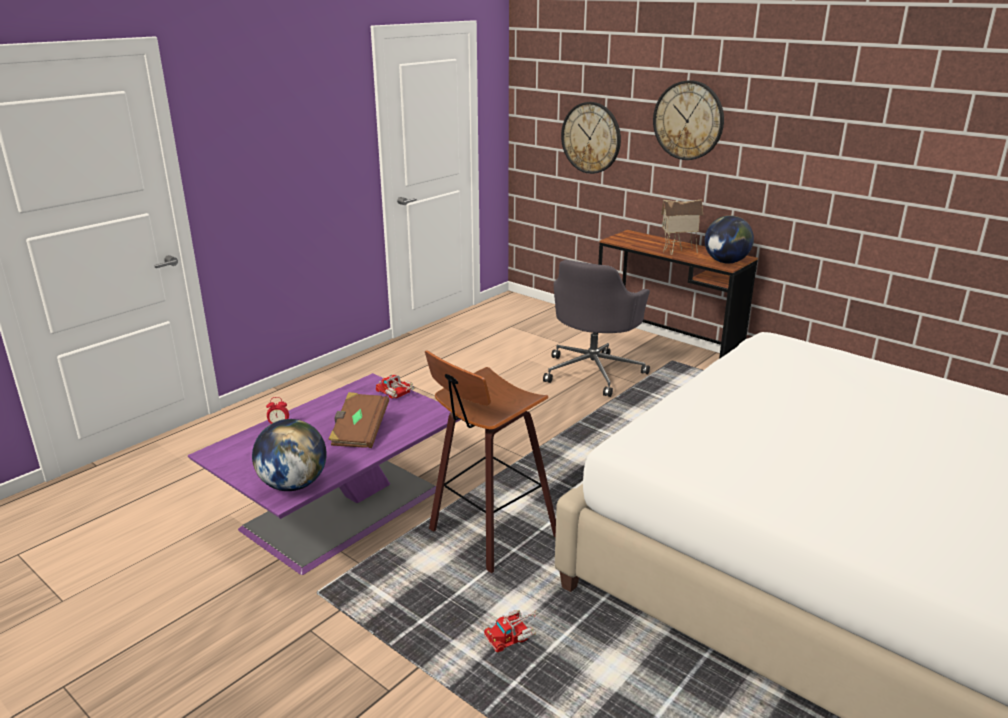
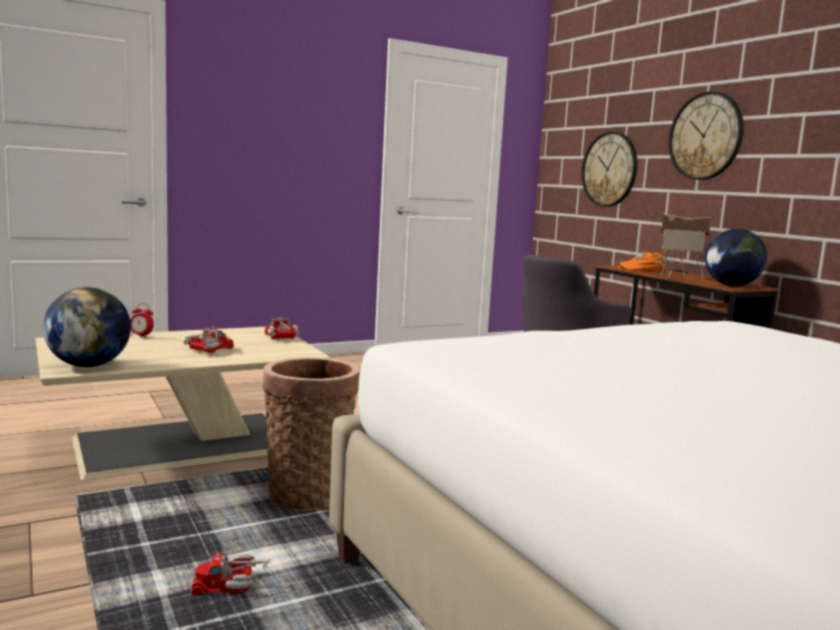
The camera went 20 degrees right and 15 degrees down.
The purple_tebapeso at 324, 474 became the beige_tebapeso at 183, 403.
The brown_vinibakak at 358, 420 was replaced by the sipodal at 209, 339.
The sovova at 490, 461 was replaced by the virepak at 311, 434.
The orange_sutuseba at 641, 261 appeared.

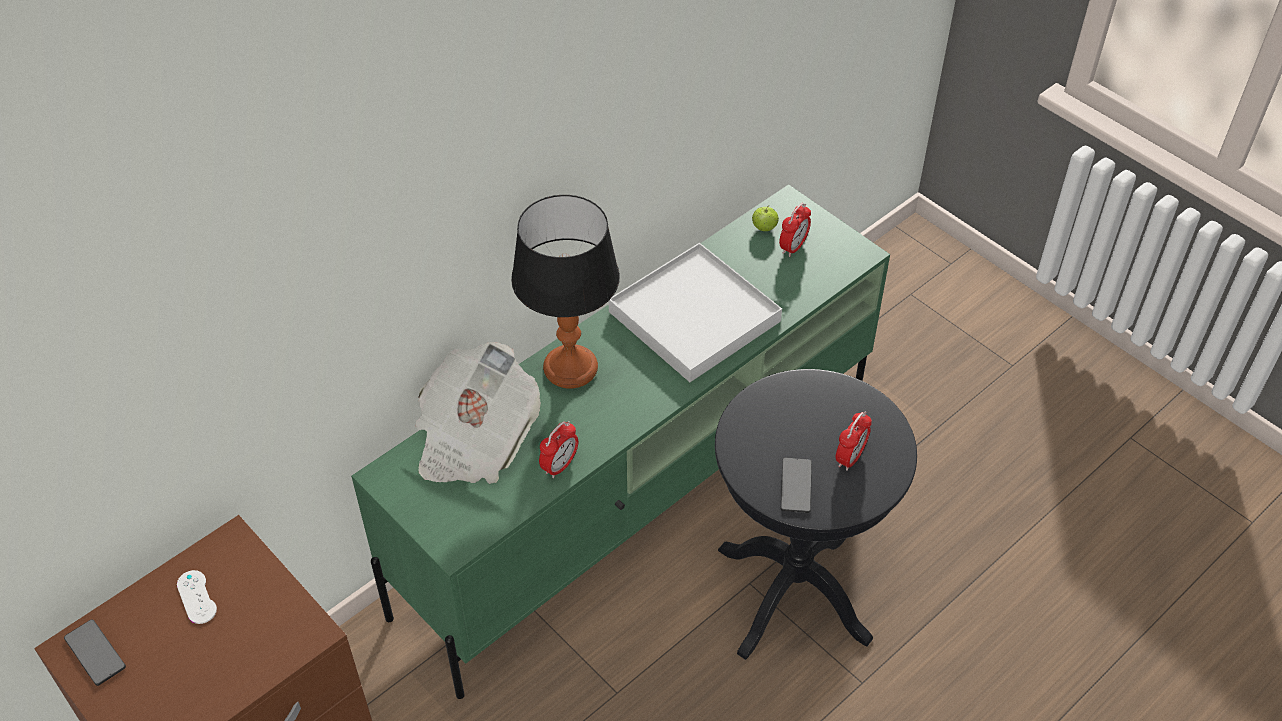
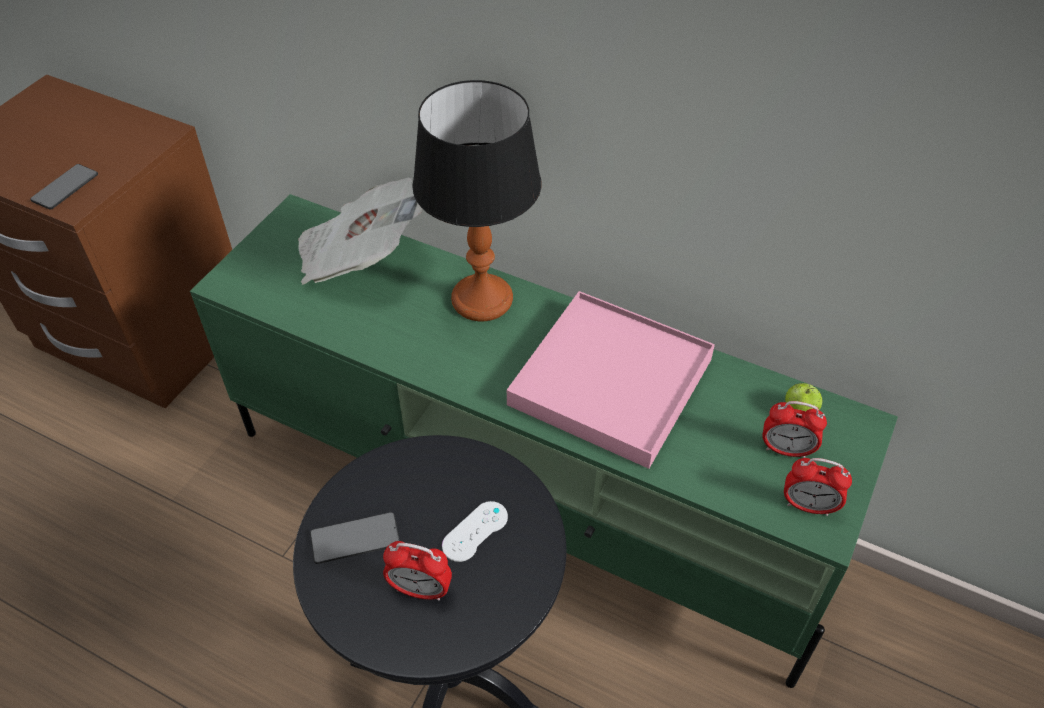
The camera went 70 degrees right and 0 degrees up.
The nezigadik moved from 95, 652 to 64, 187.
The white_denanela moved from 197, 597 to 475, 531.
The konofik moved from 558, 450 to 818, 487.
The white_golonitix at 695, 312 became the pink_golonitix at 611, 380.

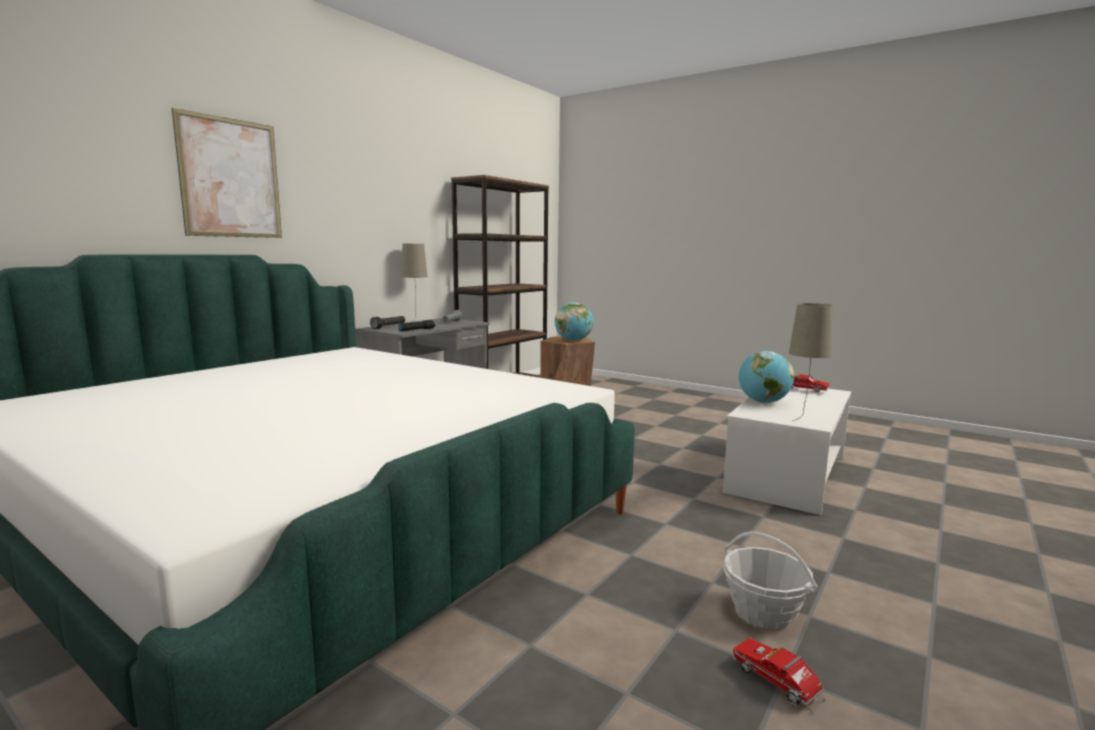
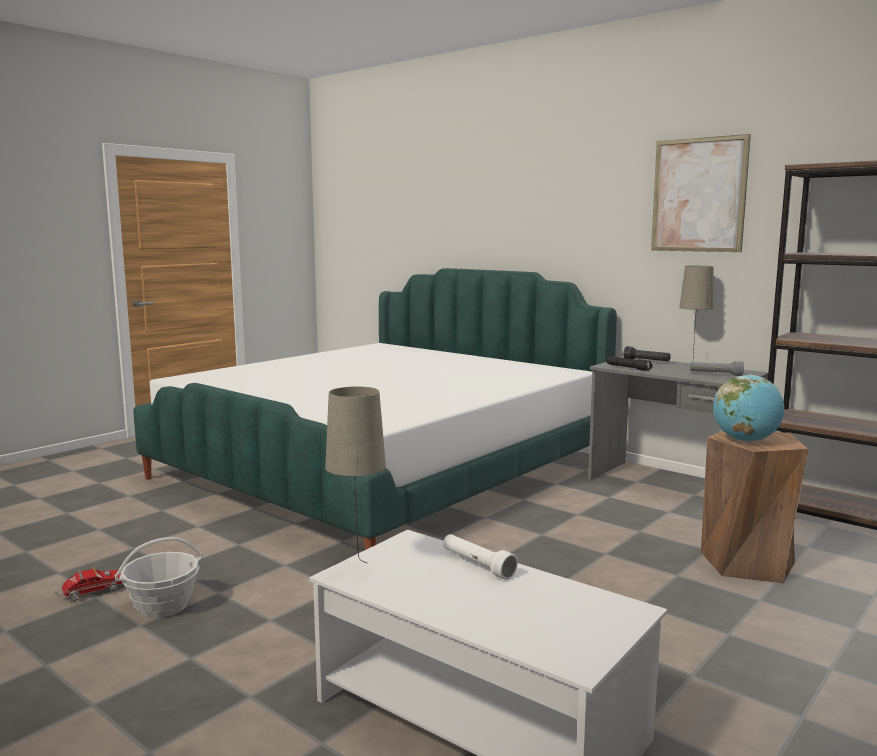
The camera went 95 degrees right and 0 degrees up.
The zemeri moved from 227, 173 to 701, 193.
The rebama at 766, 377 was replaced by the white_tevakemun at 480, 557.
The sipodal at 810, 382 disappeared.

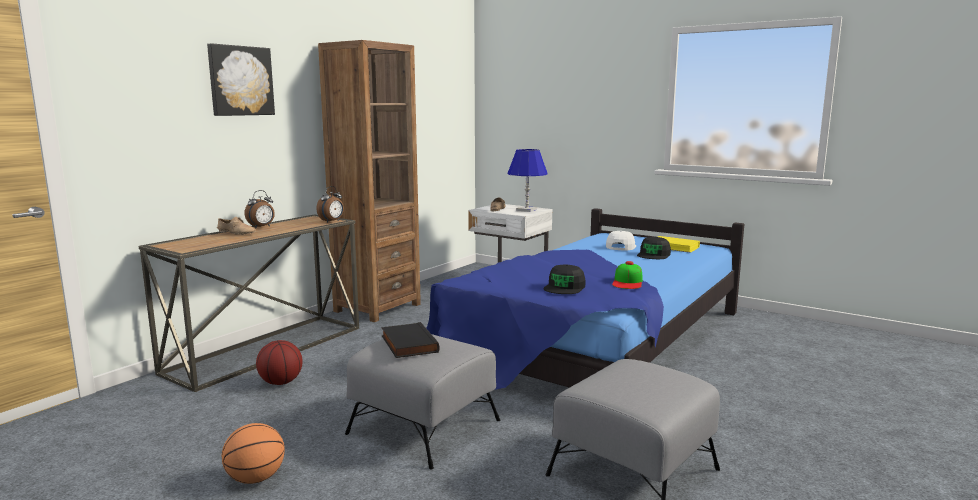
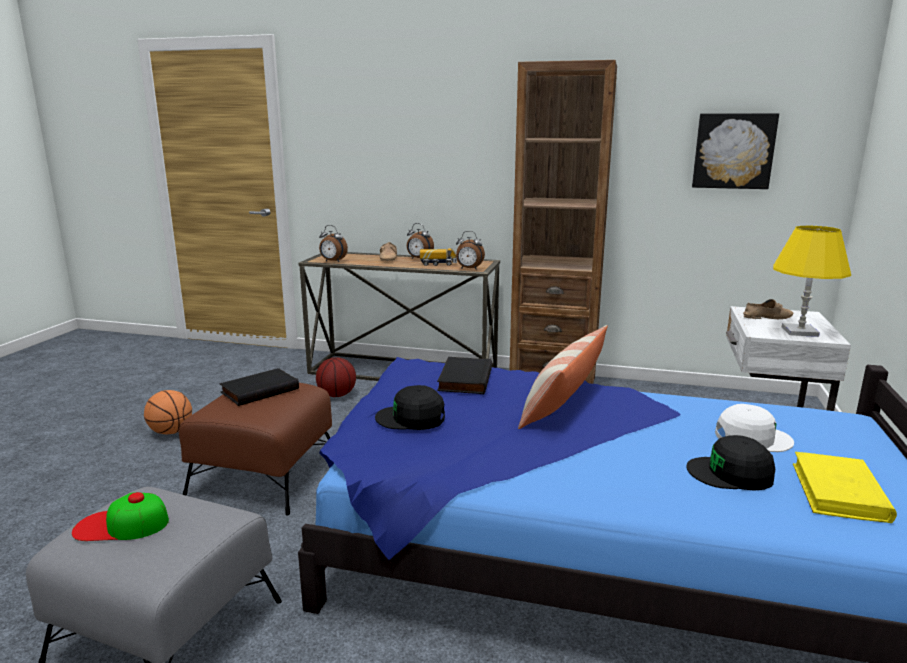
The camera went 70 degrees right and 5 degrees up.
The zemeri moved from 241, 79 to 735, 151.
The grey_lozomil at 422, 402 became the brown_lozomil at 255, 449.
The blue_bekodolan at 528, 180 became the yellow_bekodolan at 812, 281.
The sutuseba moved from 627, 275 to 120, 516.
The konofik at 333, 243 appeared.
The sipodal at 438, 257 appeared.
The black_vinibakak at 464, 375 appeared.
The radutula at 563, 377 appeared.

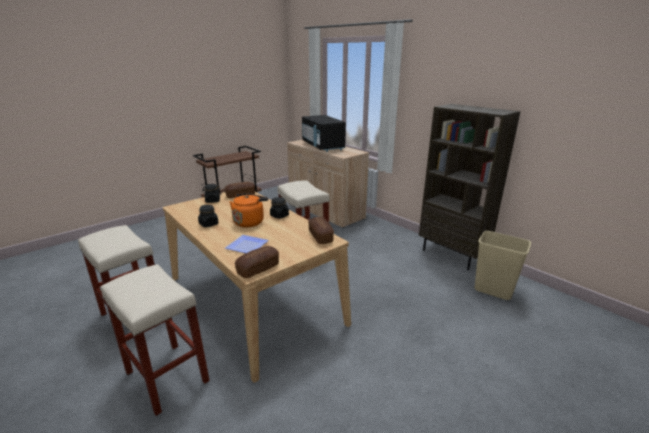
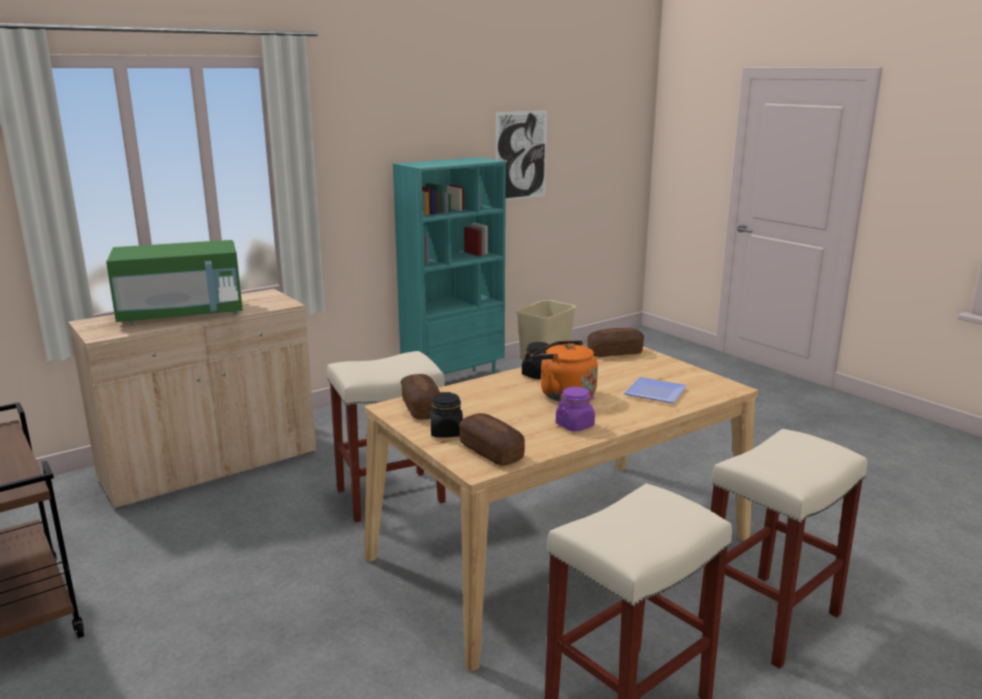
The camera went 85 degrees left and 5 degrees down.
The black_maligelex at 208, 216 became the purple_maligelex at 575, 409.
The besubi moved from 257, 262 to 492, 439.
The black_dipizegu at 324, 133 became the green_dipizegu at 174, 281.
The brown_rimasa at 470, 187 became the turquoise_rimasa at 449, 265.
The zemeri at 521, 155 appeared.

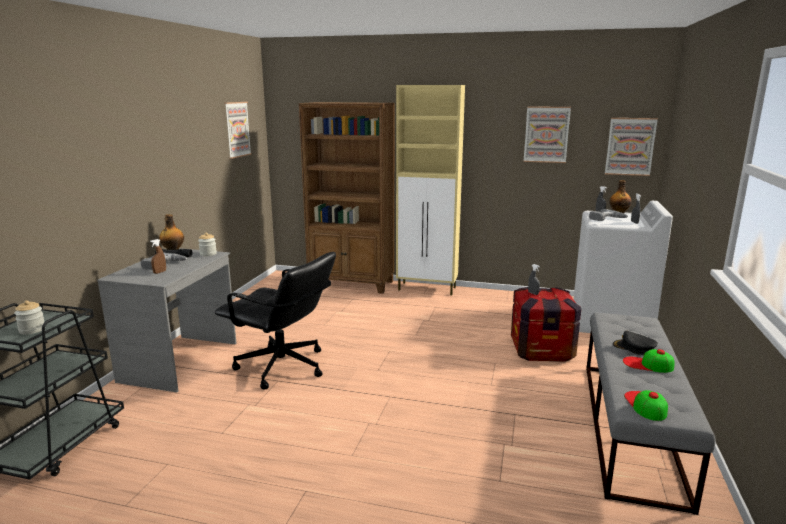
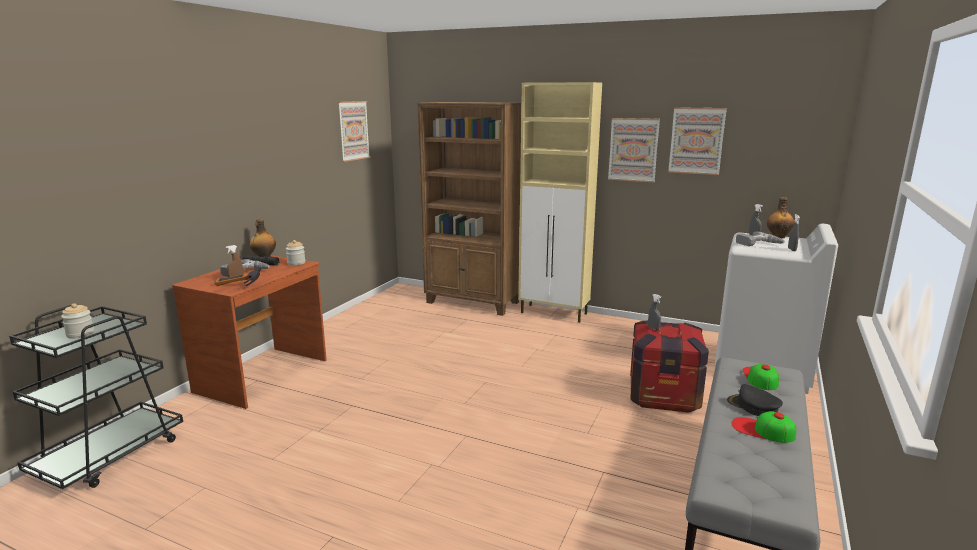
The camera went 10 degrees right and 0 degrees up.
The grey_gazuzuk at 167, 320 became the brown_gazuzuk at 249, 332.
The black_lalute at 275, 320 disappeared.
The zemeri moved from 631, 147 to 634, 150.
The sutuseba moved from 646, 405 to 761, 377.
The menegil at 238, 276 appeared.

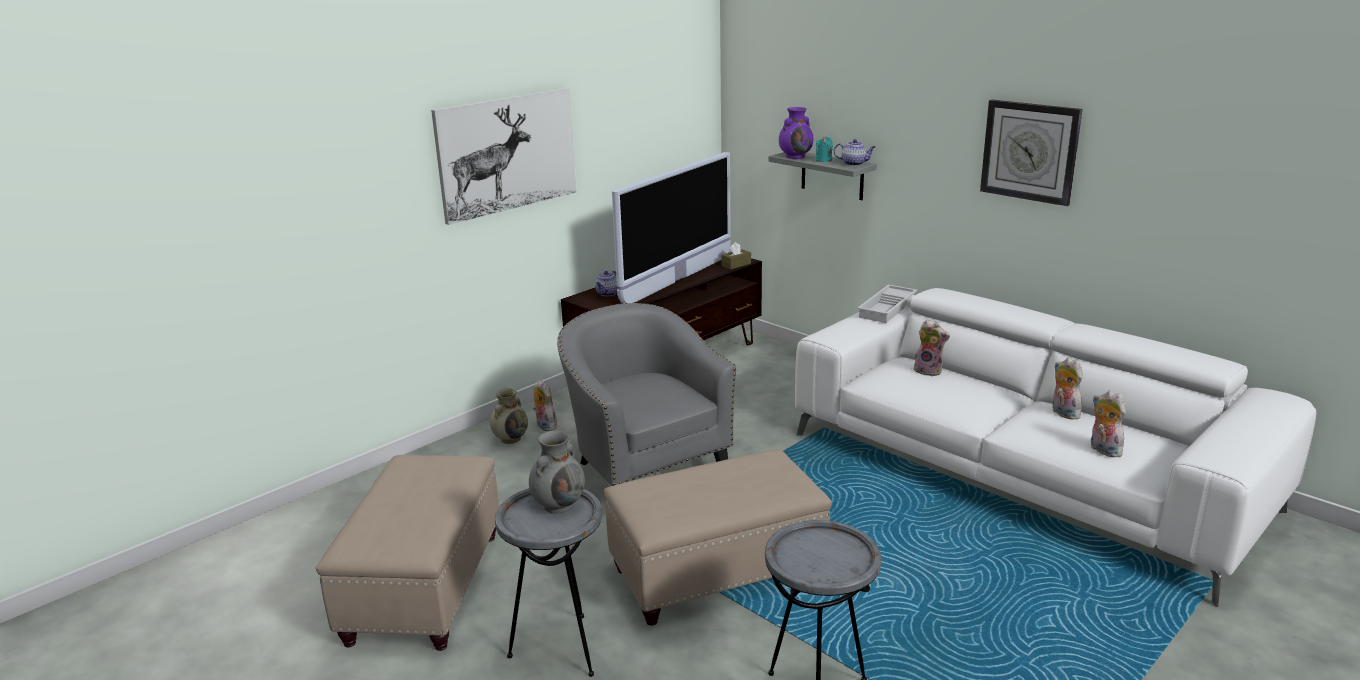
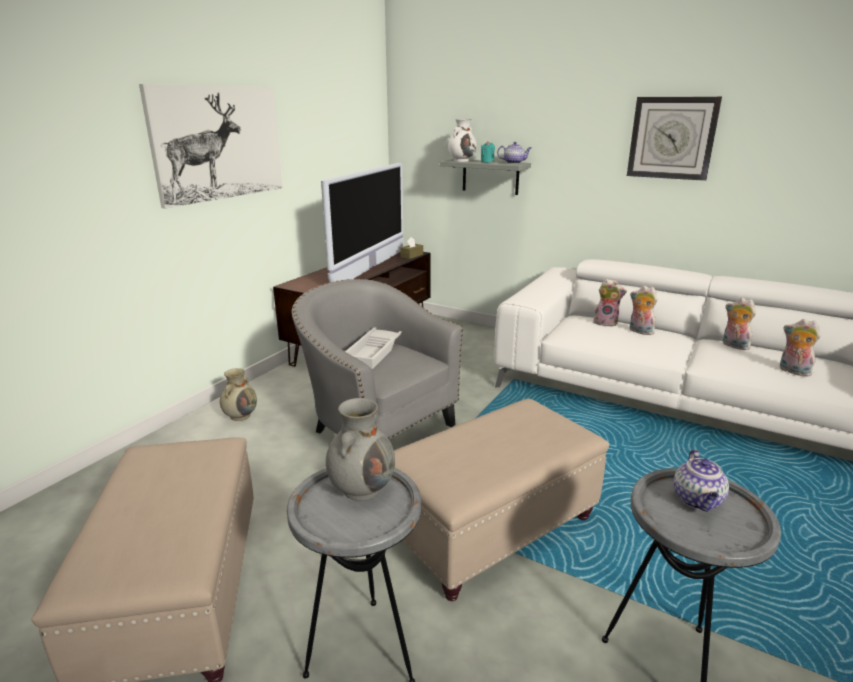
The camera went 15 degrees left and 0 degrees up.
The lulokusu moved from 545, 405 to 644, 310.
The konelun moved from 606, 283 to 701, 480.
The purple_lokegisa at 796, 133 became the white_lokegisa at 462, 140.
The white_golonitix moved from 887, 304 to 373, 348.

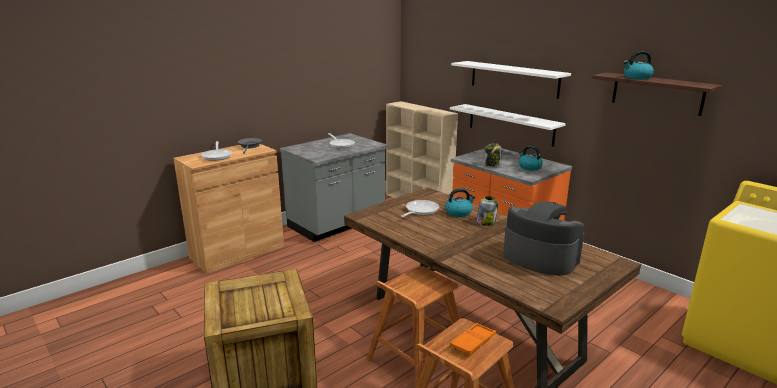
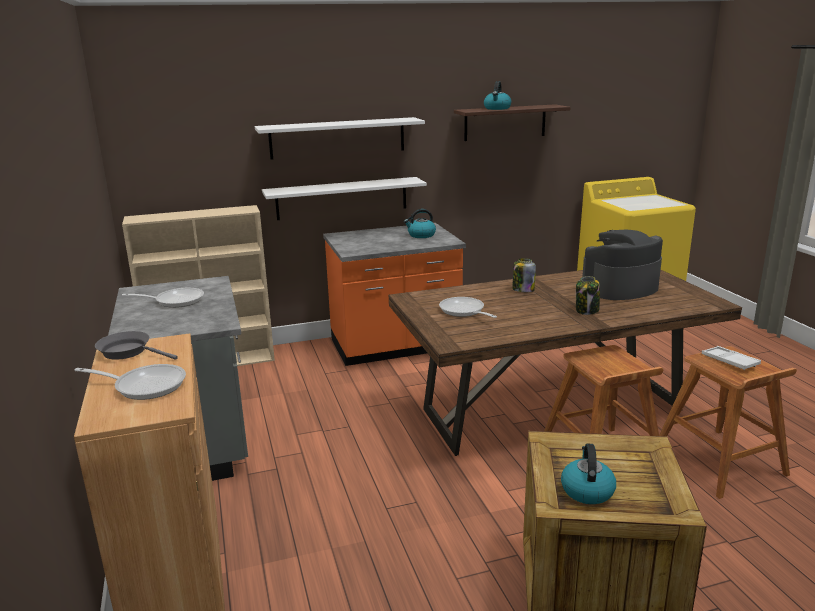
The camera went 65 degrees left and 0 degrees up.
The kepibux moved from 460, 202 to 588, 473.
The orange_golonitix at 473, 339 became the white_golonitix at 731, 358.
The maligelex moved from 493, 155 to 588, 295.

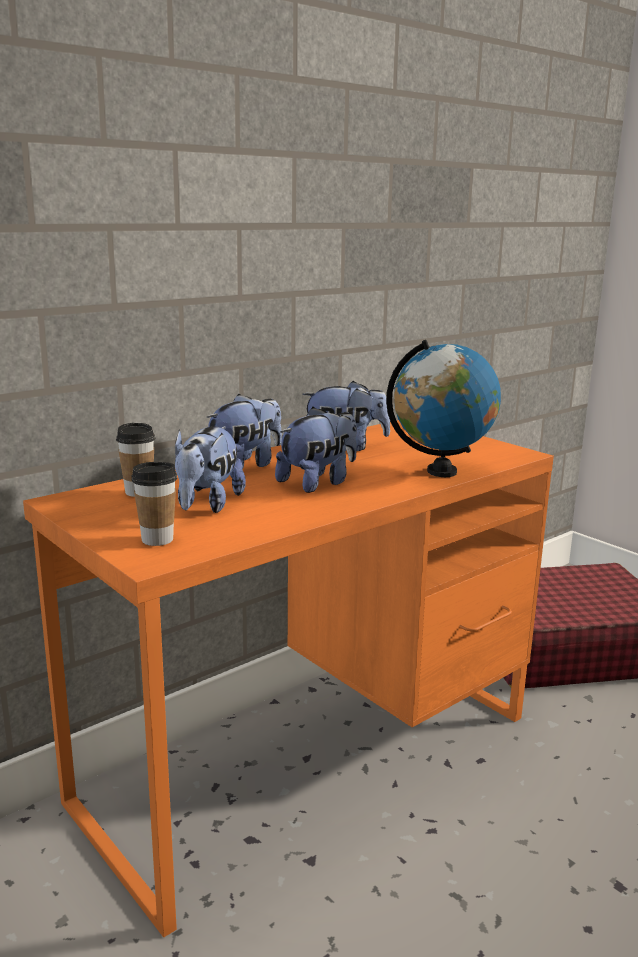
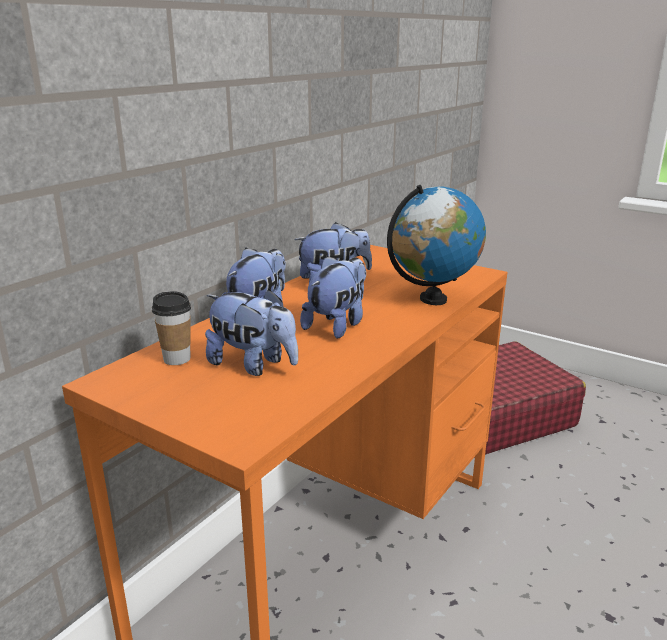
The camera went 15 degrees left and 5 degrees up.
The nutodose at 154, 504 disappeared.
The lulokusu at 210, 469 turned 60 degrees counterclockwise.

